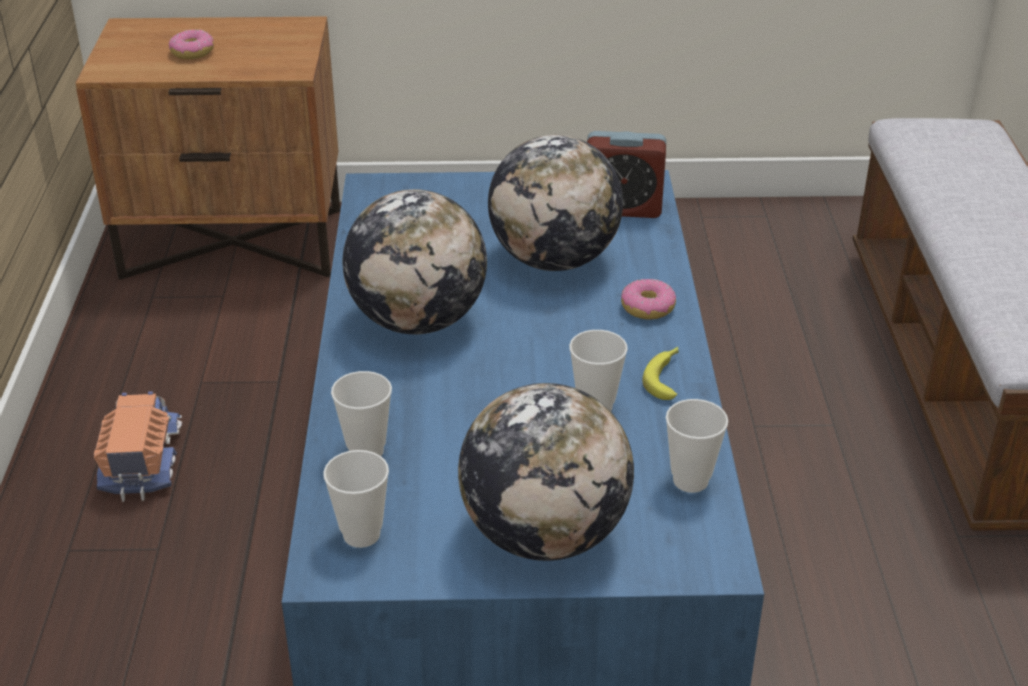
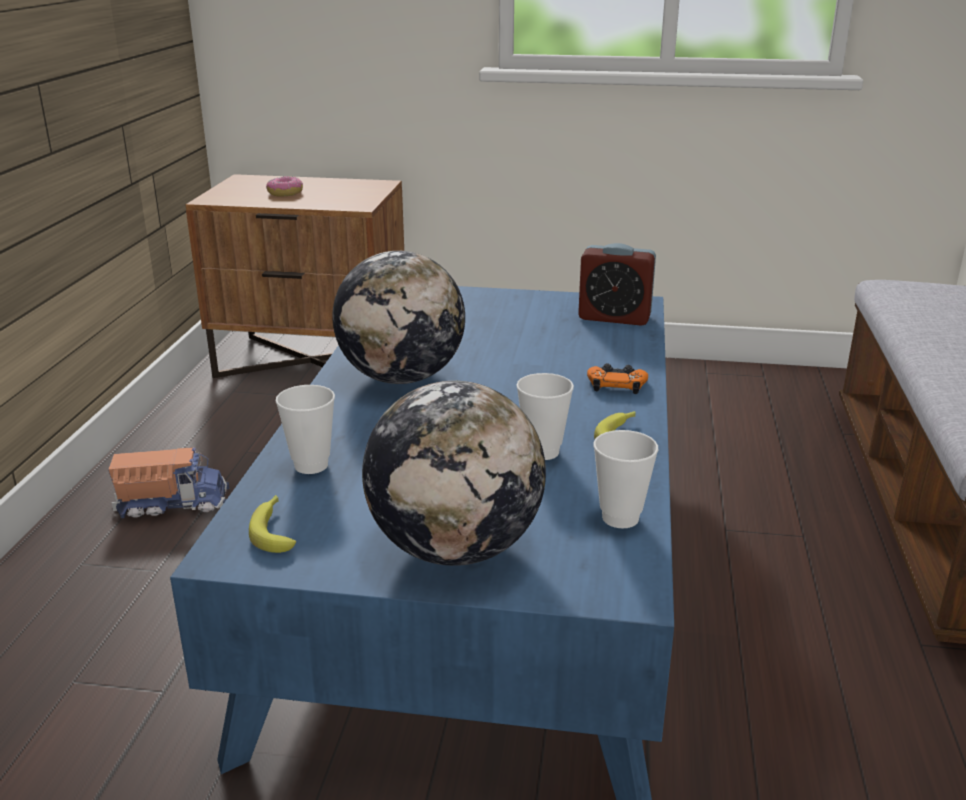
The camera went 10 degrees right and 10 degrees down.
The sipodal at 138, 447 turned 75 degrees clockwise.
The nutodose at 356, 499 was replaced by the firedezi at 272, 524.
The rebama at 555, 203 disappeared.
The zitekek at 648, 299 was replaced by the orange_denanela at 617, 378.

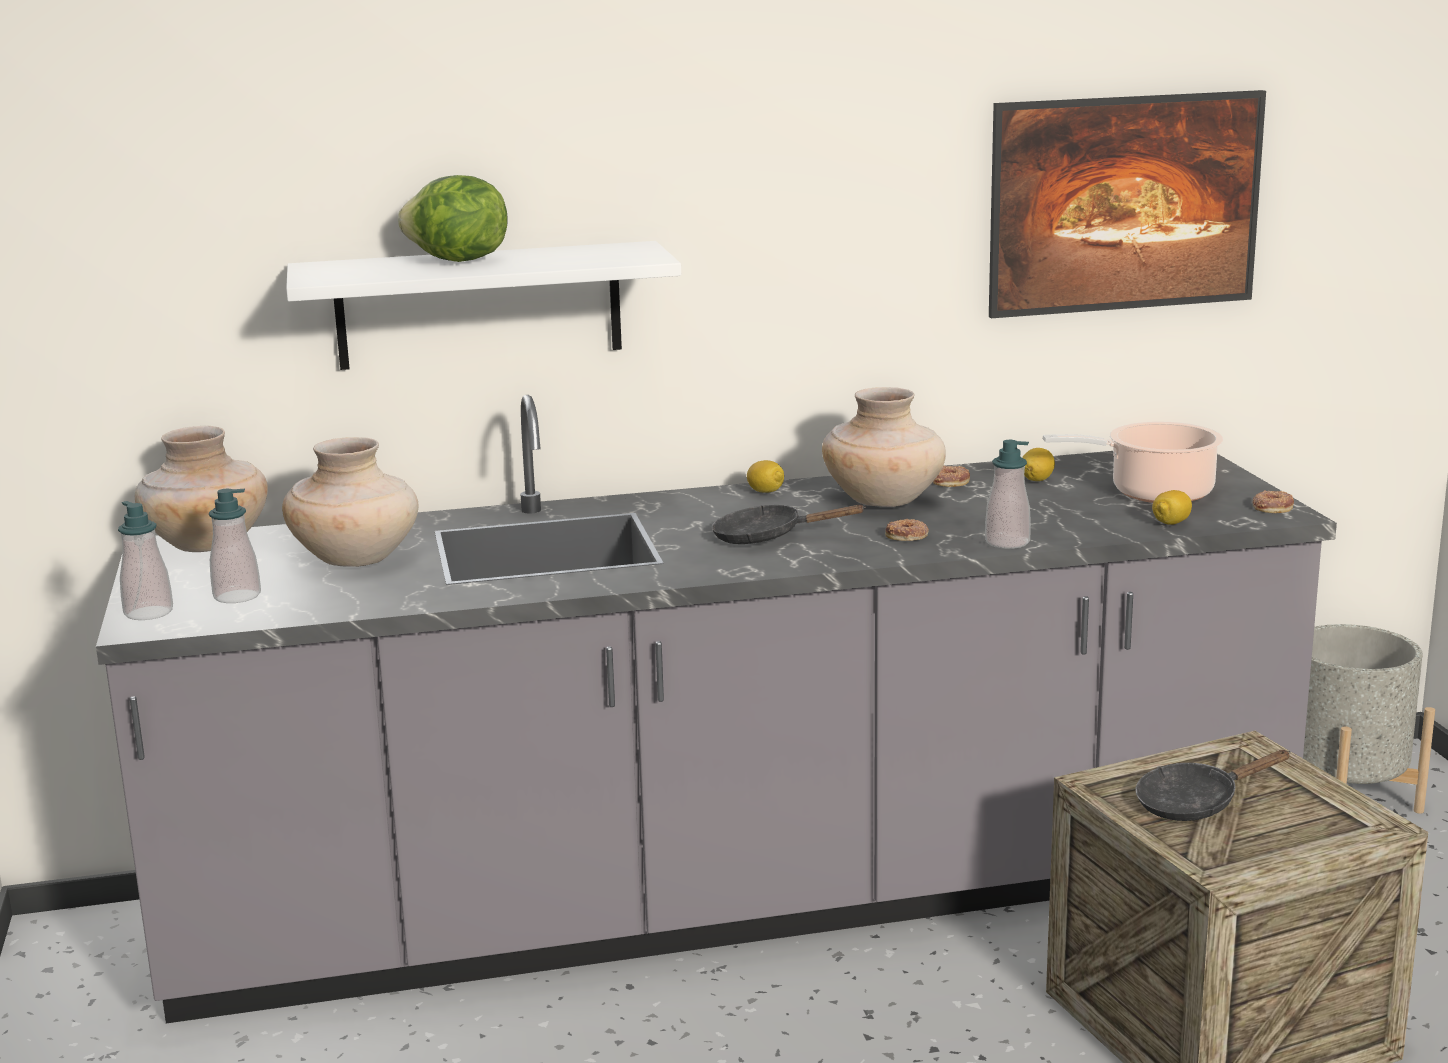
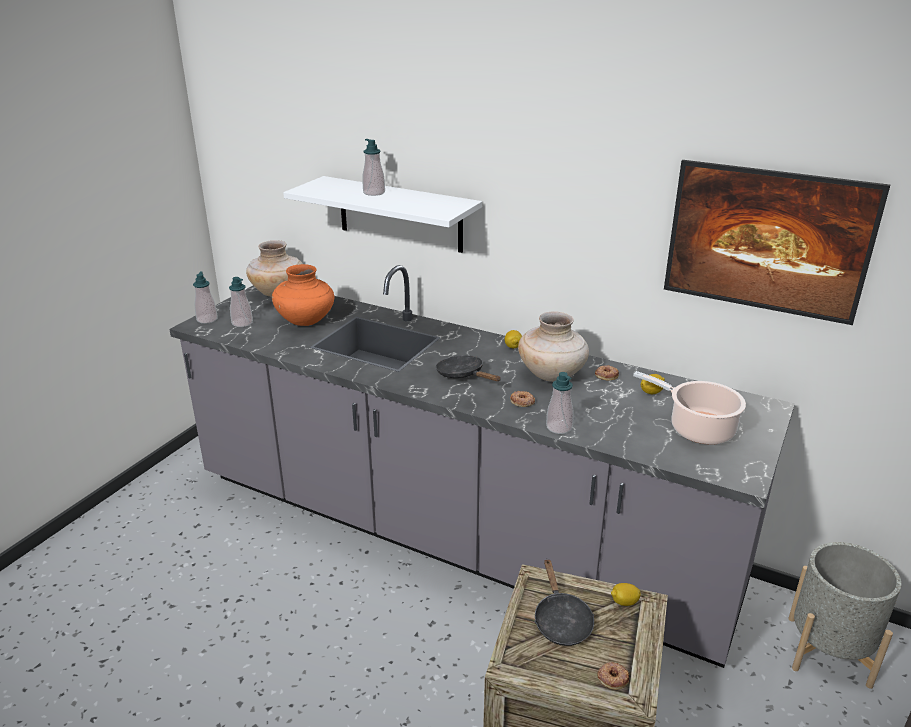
The camera went 40 degrees right and 10 degrees up.
The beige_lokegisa at 350, 502 became the orange_lokegisa at 303, 295.
The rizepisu at 453, 218 was replaced by the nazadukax at 374, 167.
The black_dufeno at 1213, 785 turned 120 degrees counterclockwise.
The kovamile moved from 1172, 507 to 626, 594.
The zitekek moved from 1273, 501 to 613, 676.

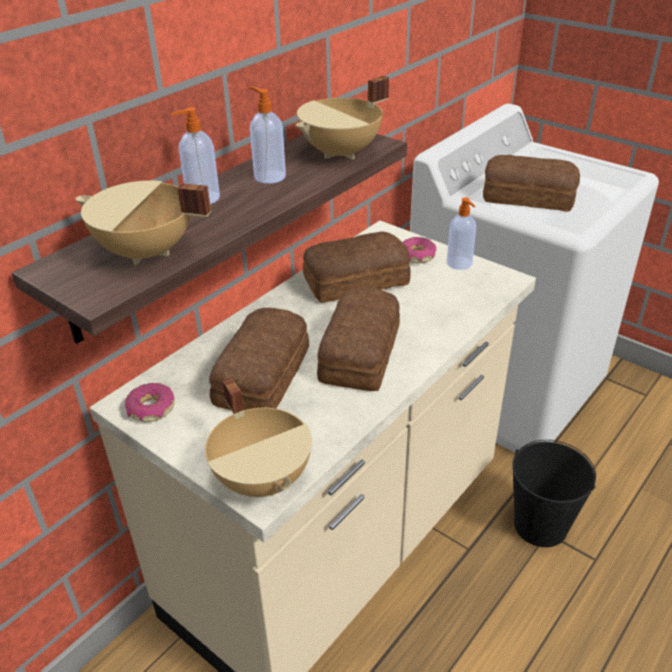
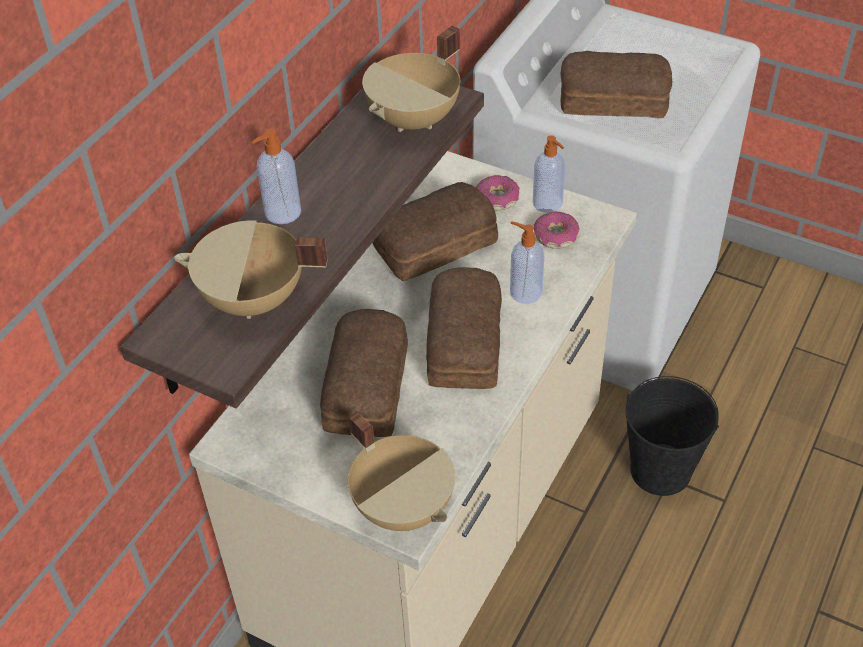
The camera went 10 degrees left and 10 degrees up.
The zitekek moved from 150, 402 to 557, 230.
The nazadukax moved from 267, 135 to 527, 262.

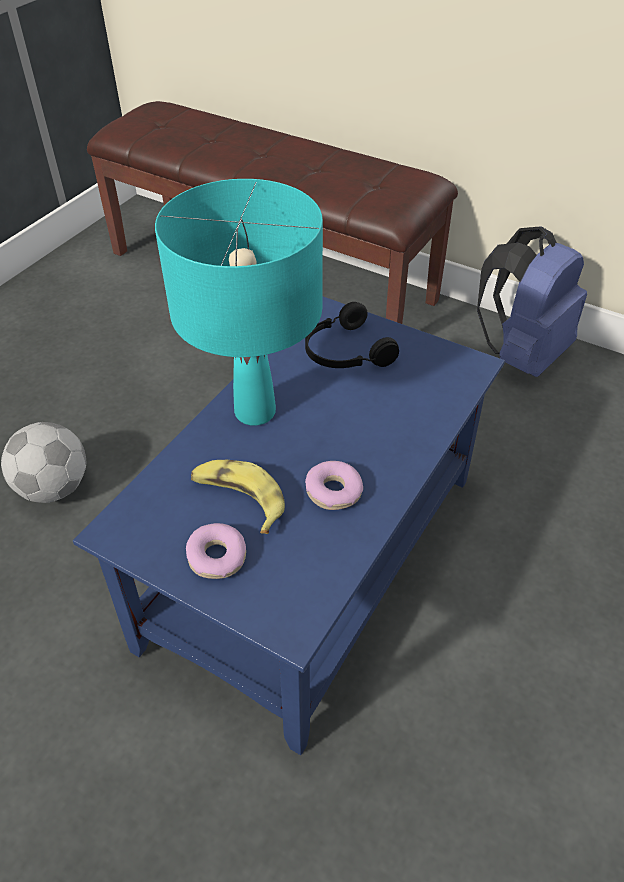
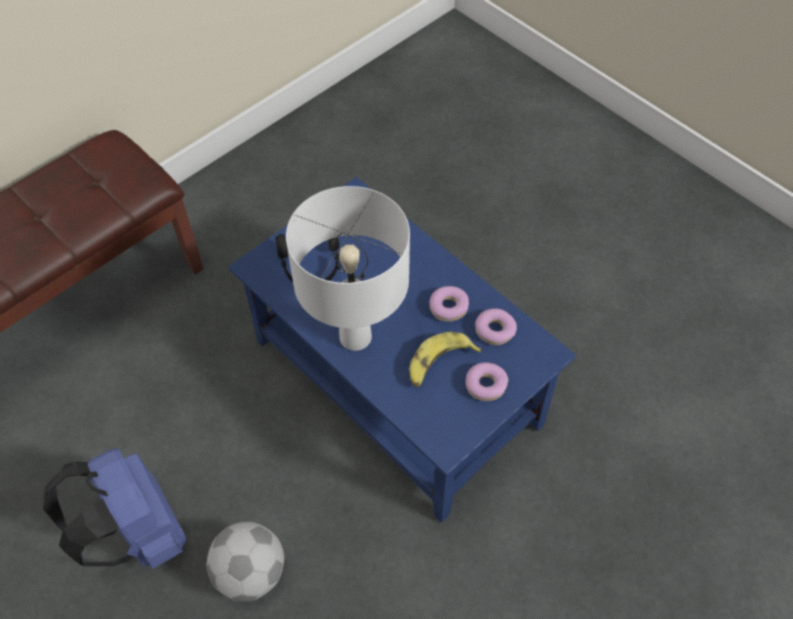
The camera went 75 degrees left and 10 degrees up.
The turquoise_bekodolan at 239, 302 became the white_bekodolan at 348, 268.
The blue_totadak moved from 532, 301 to 115, 508.
The zitekek at 496, 326 appeared.

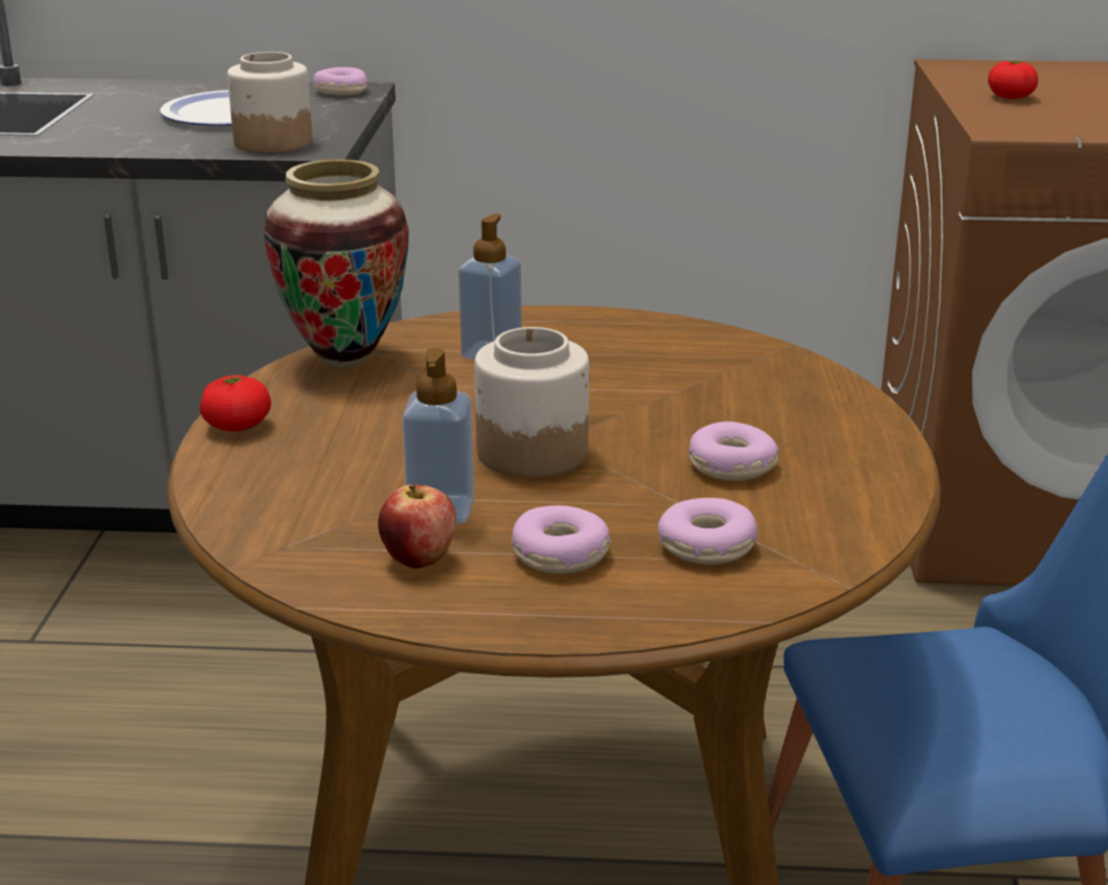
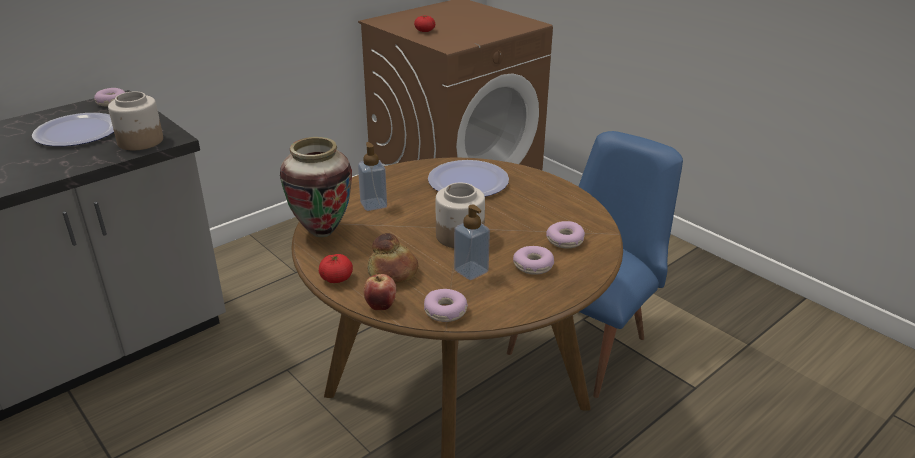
The camera went 45 degrees left and 5 degrees up.
The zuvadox moved from 417, 526 to 379, 292.
The zitekek moved from 734, 451 to 446, 305.
The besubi at 392, 258 appeared.
The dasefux at 468, 178 appeared.

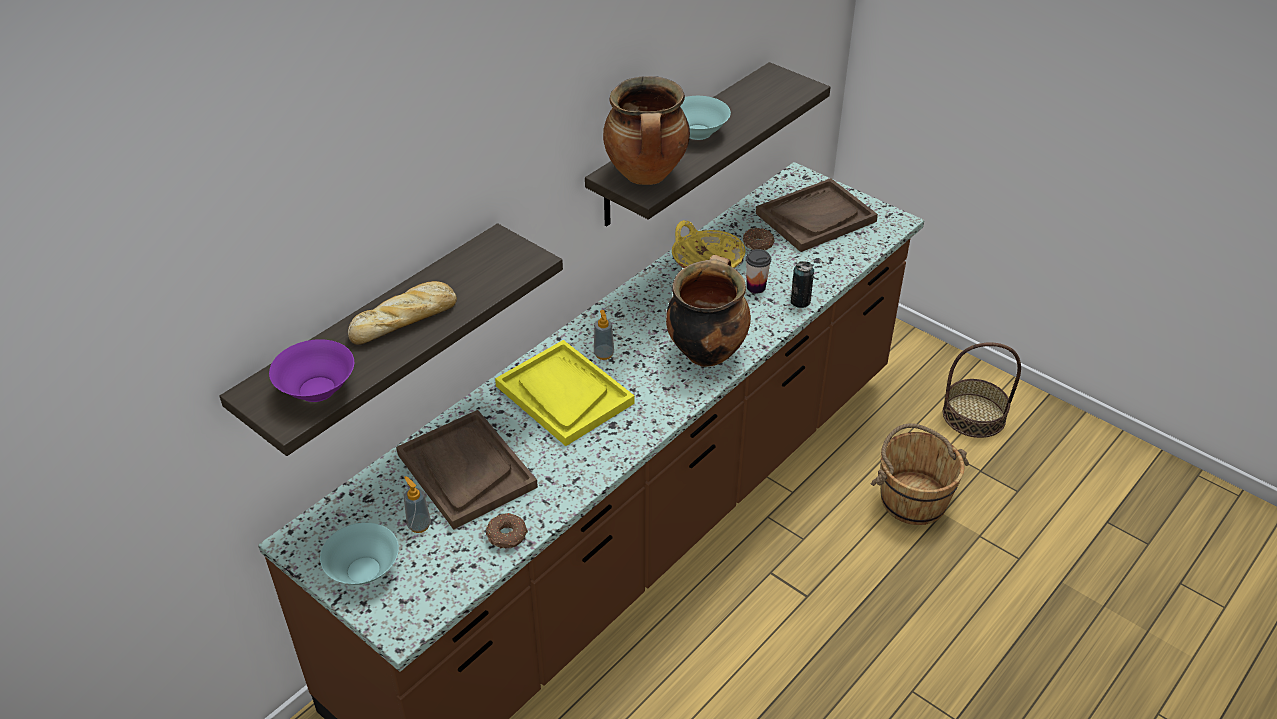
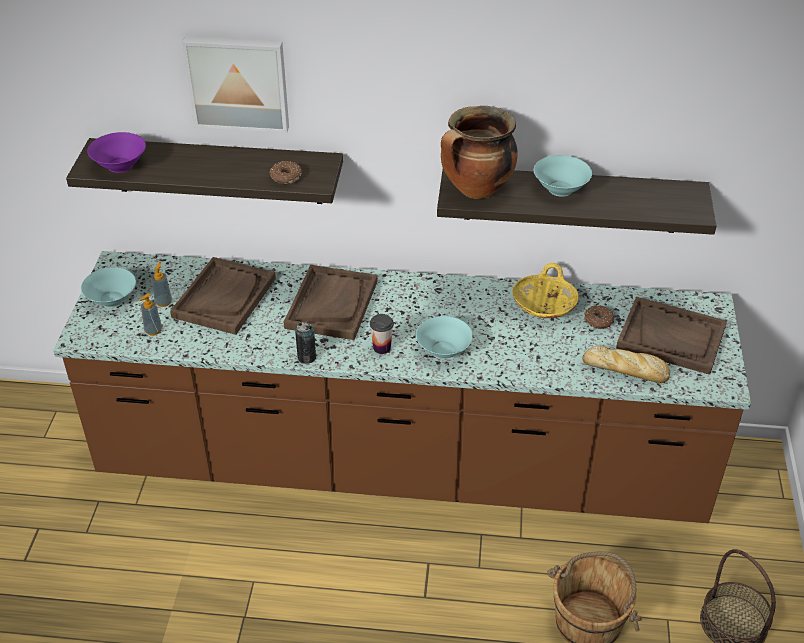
The camera went 55 degrees right and 0 degrees up.
The besubi moved from 402, 313 to 626, 364.
The zitekek moved from 507, 530 to 285, 172.
The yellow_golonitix at 565, 393 became the brown_golonitix at 331, 302.
The nazadukax moved from 604, 335 to 150, 314.
The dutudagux at 708, 311 was replaced by the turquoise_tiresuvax at 444, 337.
The nutodose moved from 758, 271 to 382, 334.
The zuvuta moved from 802, 284 to 305, 343.
The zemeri at 235, 85 appeared.

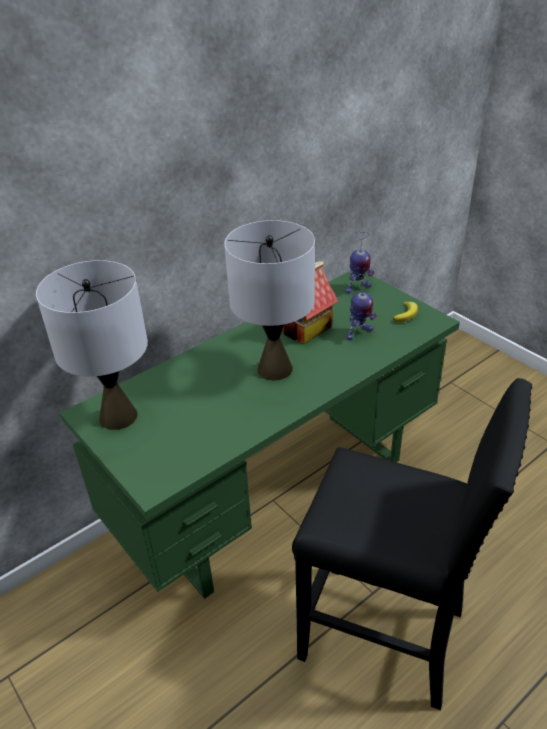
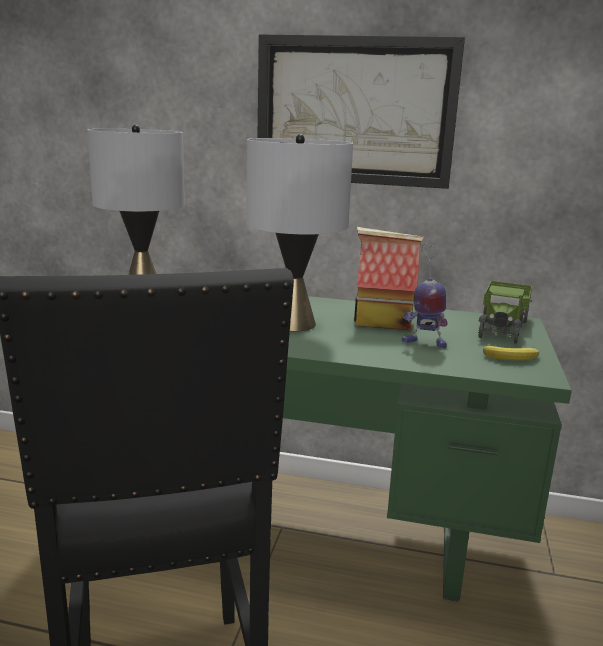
The camera went 50 degrees right and 20 degrees down.
The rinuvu at 359, 262 was replaced by the sipodal at 505, 312.
The zemeri at 361, 112 appeared.

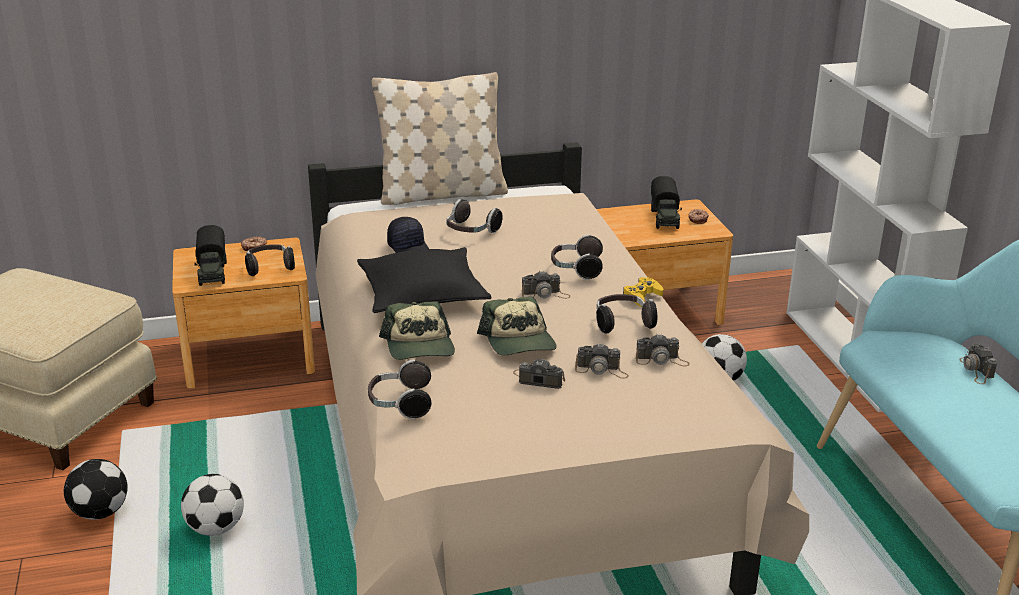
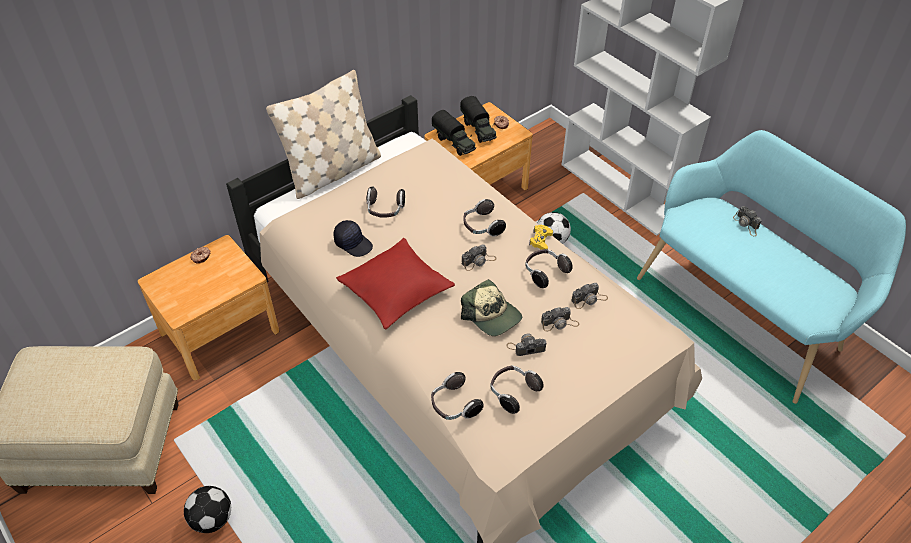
The camera went 25 degrees left and 20 degrees up.
The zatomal at 212, 505 disappeared.
The sipodal moved from 210, 255 to 454, 133.
The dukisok moved from 270, 260 to 517, 390.
The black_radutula at 424, 280 became the red_radutula at 395, 283.
The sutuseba at 417, 330 disappeared.

